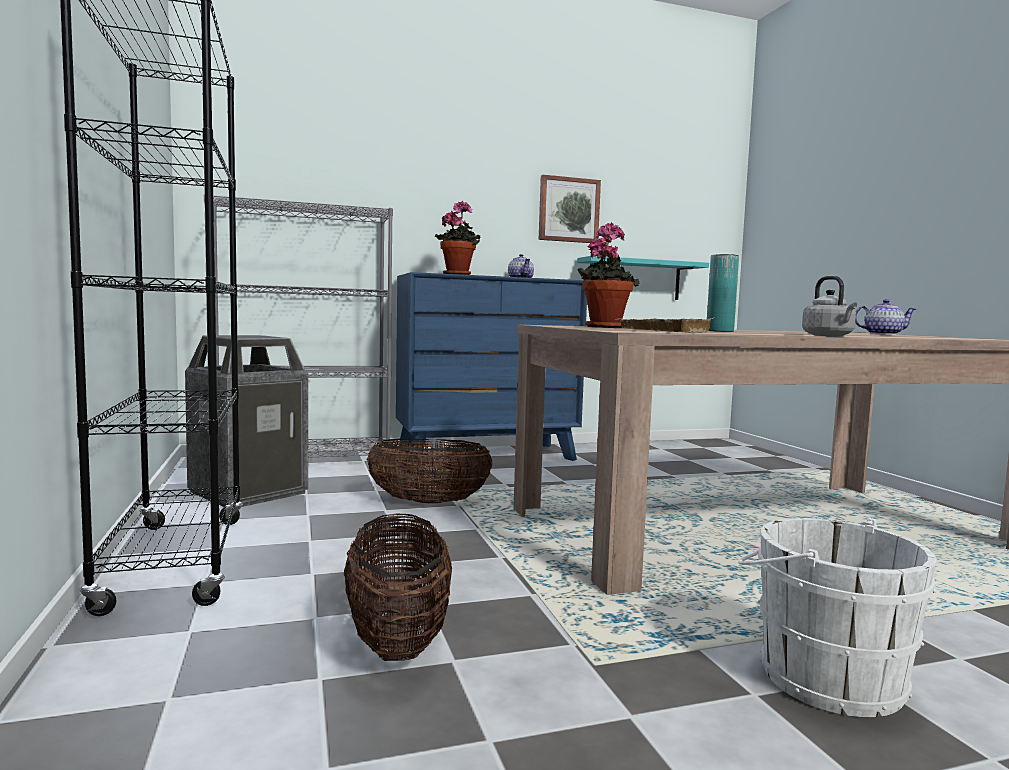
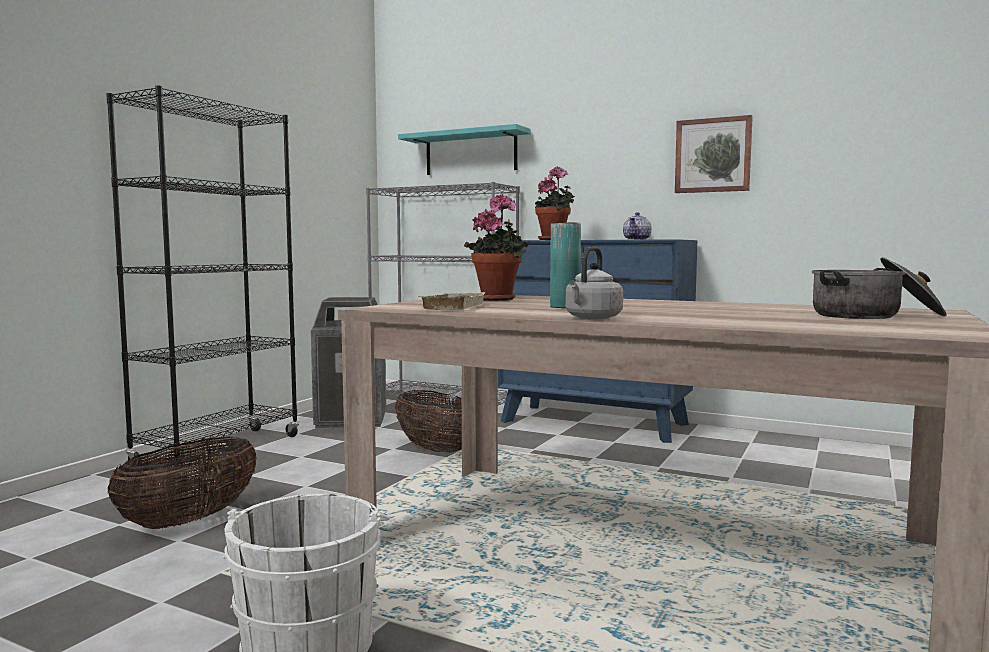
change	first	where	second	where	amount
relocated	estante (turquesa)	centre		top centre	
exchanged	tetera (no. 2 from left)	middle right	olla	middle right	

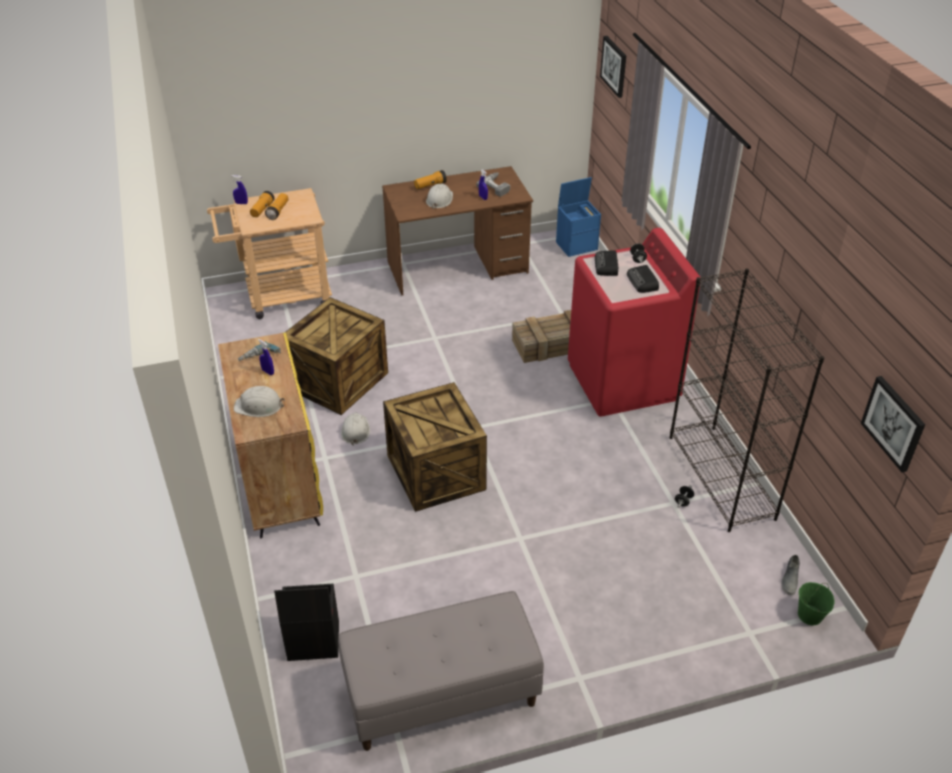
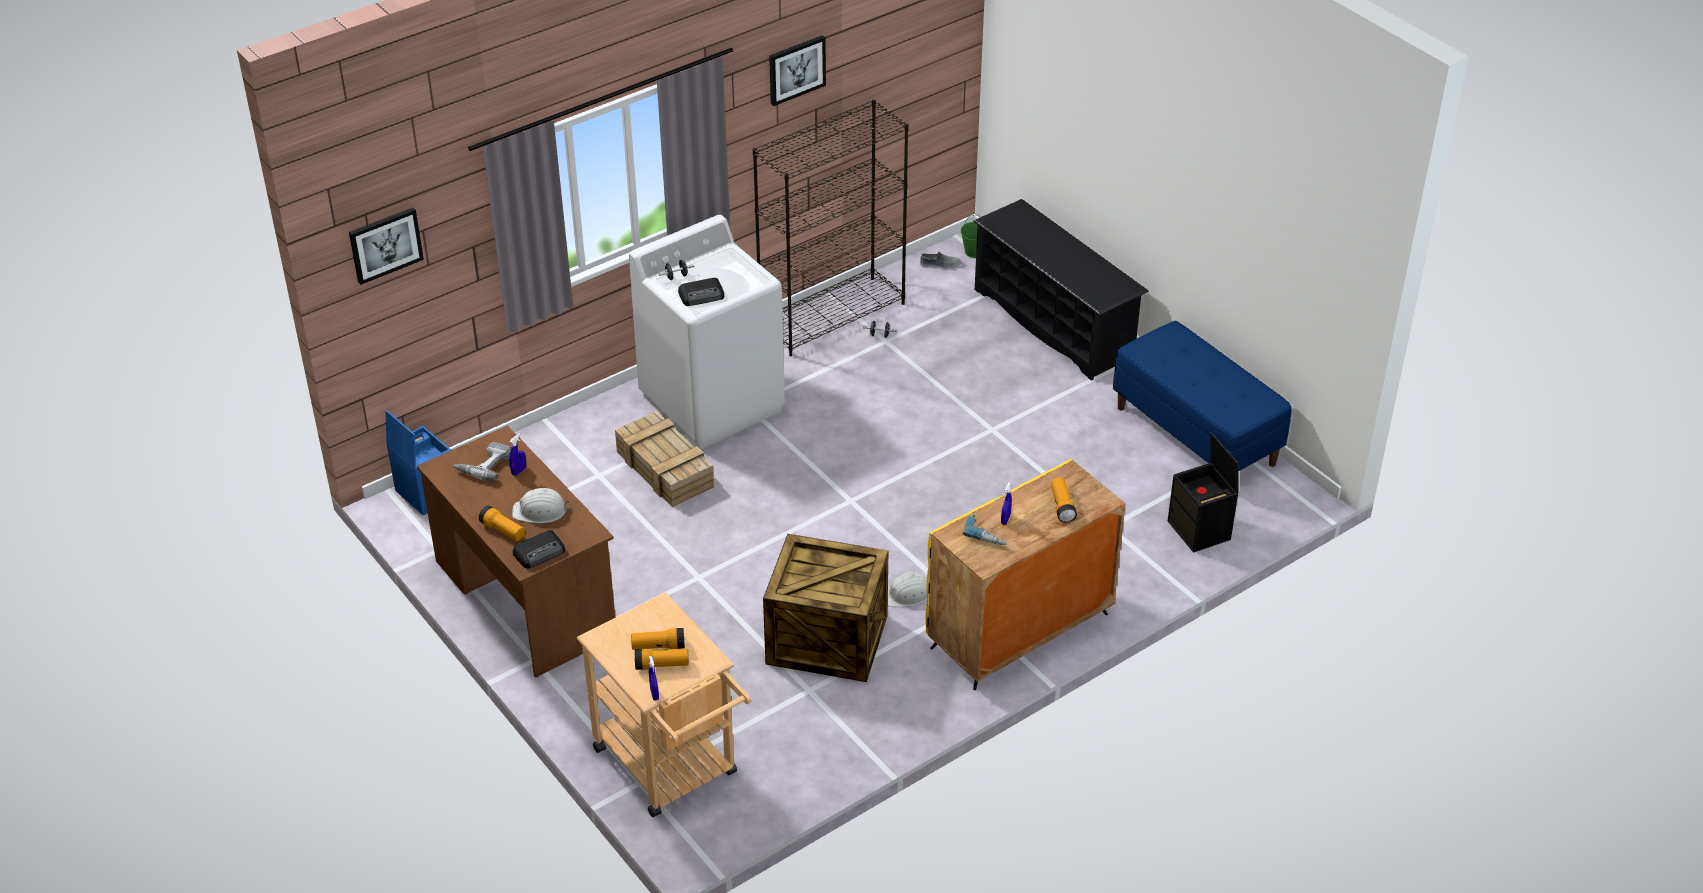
change	first	where	second	where	amount
missing	caja de embalaje (no. 2 from left)	centre			
appeared			zapatero (negro)	top centre	
relocated	radio (no. 2 from left in the first image)	middle right	radio (no. 1 from left)	middle left	
relocated	cuadro (no. 2 from left)	middle right		top centre	
exchanged	casco (blanco) (no. 1 from left)	middle left	linterna (no. 4 from left)	centre	
colour	banco (gris)	bottom centre	banco (azul)	middle right	
colour	lavadora (rojo)	centre	lavadora (blanco)	centre	

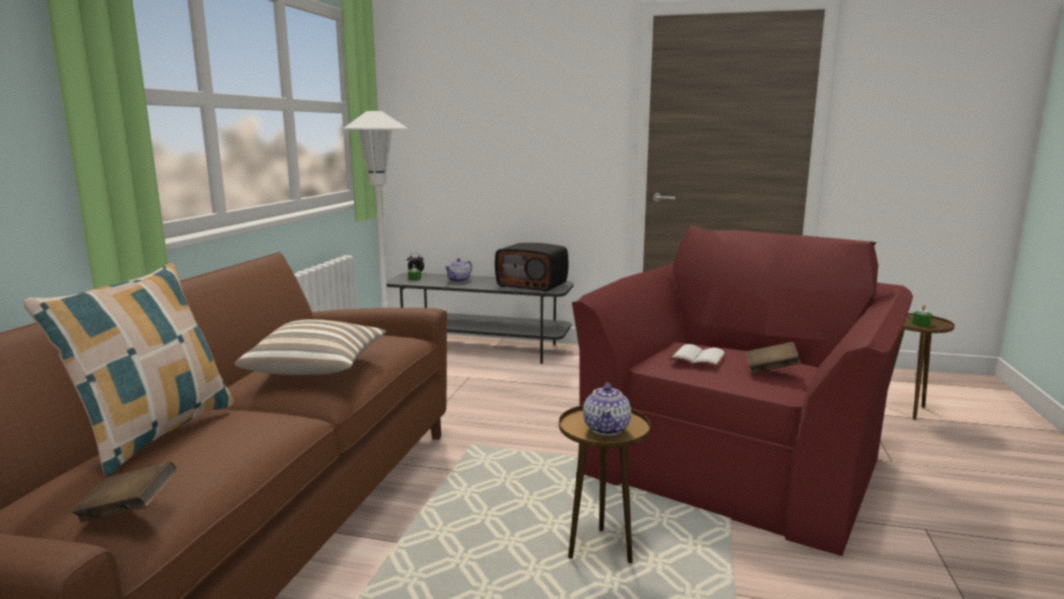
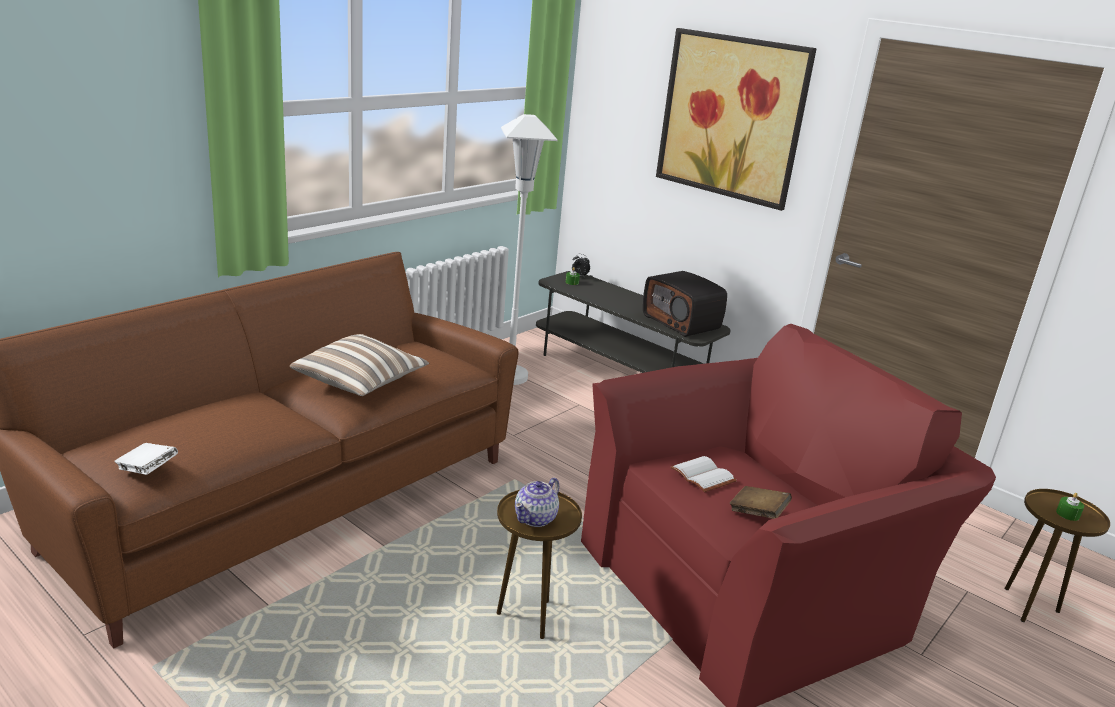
change	first	where	second	where	amount
missing	cojín (no. 1 from left)	middle left			
missing	tetera (no. 1 from left)	centre			
appeared			cuadro	top centre	
colour	libro (marrón) (no. 1 from left)	bottom left	libro (blanco) (no. 1 from left)	middle left	

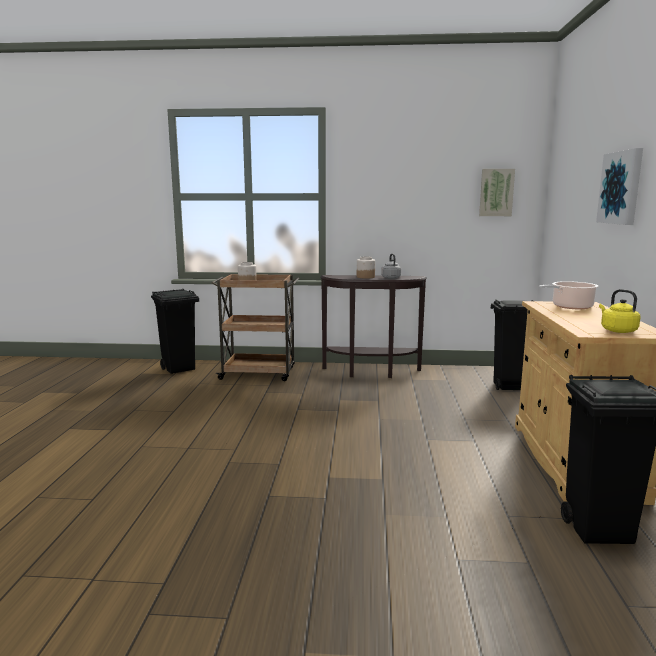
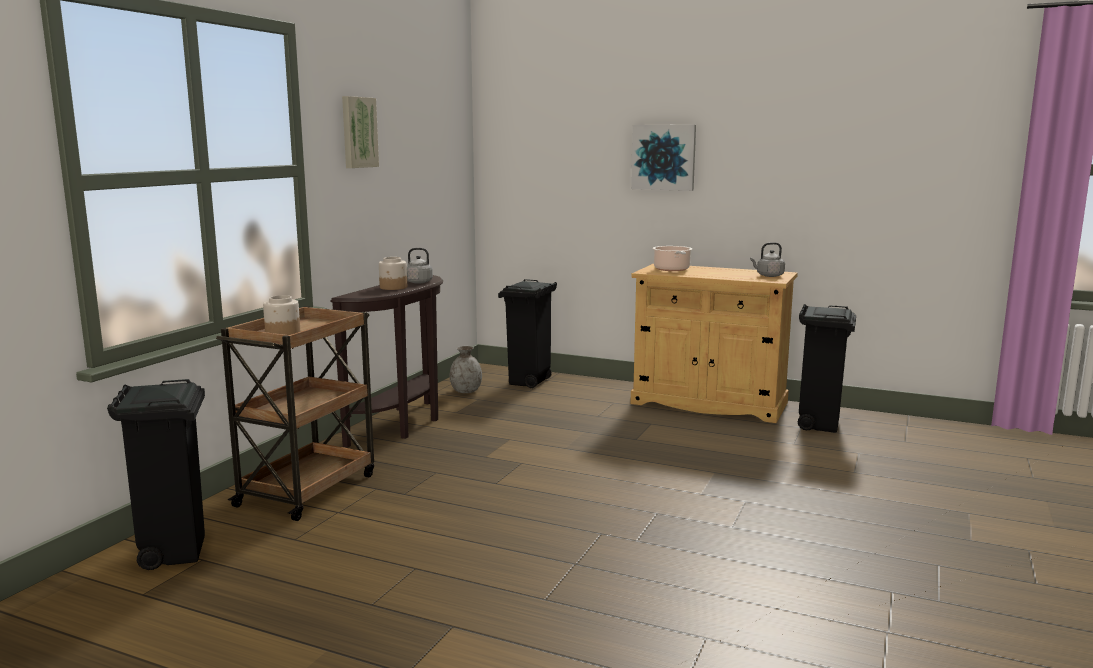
change	first	where	second	where	amount
appeared			florero (gris)	centre	
relocated	cuadro (no. 1 from left)	top right		top left	
colour	hervidor (amarillo)	middle right	hervidor (gris) (no. 2 from left)	middle right	

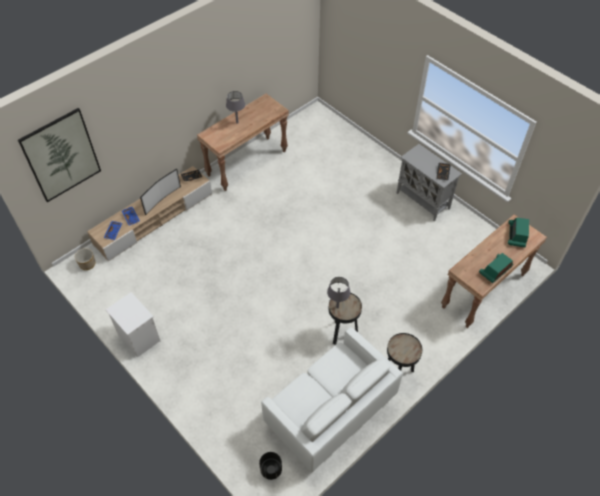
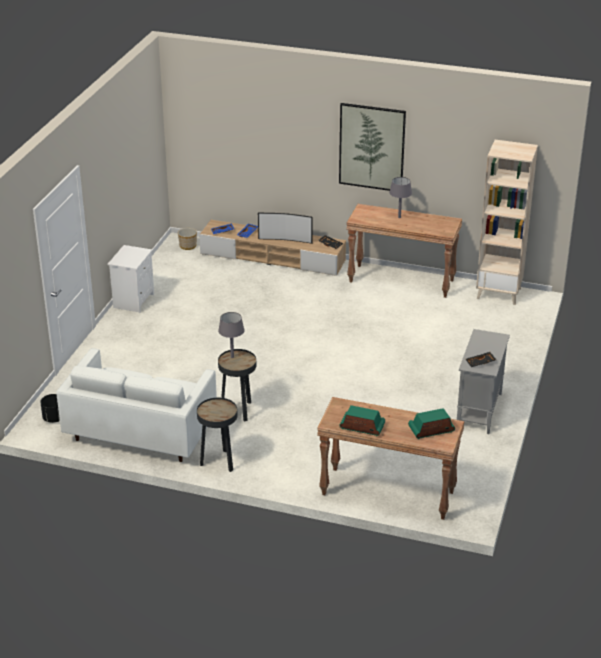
change	first	where	second	where	amount
appeared			estantería (beis)	middle right	
relocated	cuadro	top left		top centre	

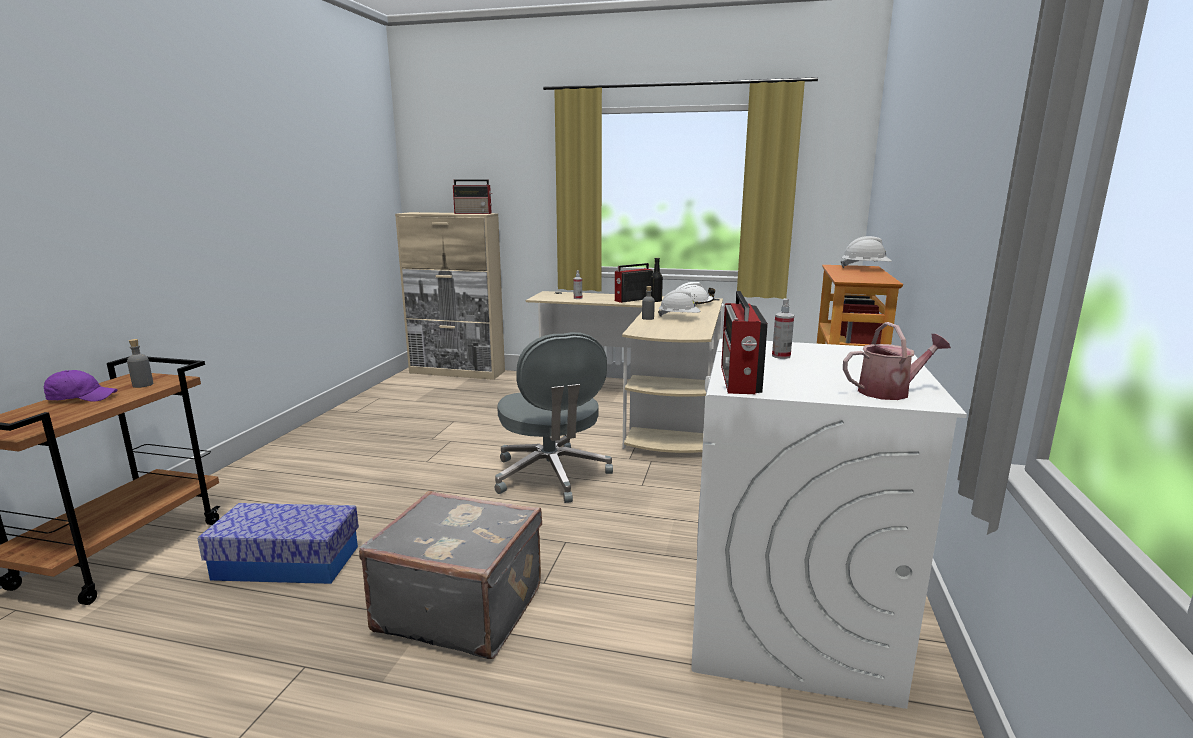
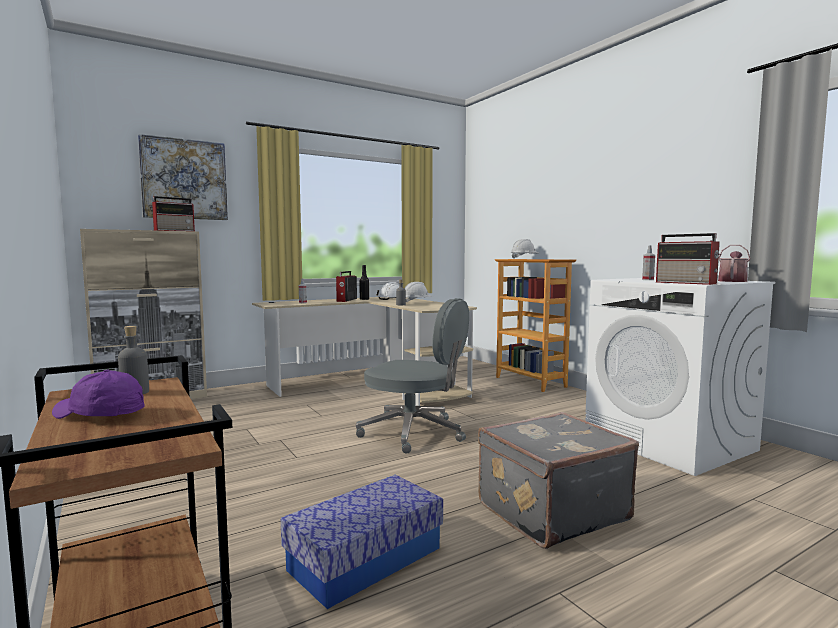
change	first	where	second	where	amount
appeared			cuadro	top left	
spun	gorra (morado)	middle left		middle left	105 degrees counterclockwise

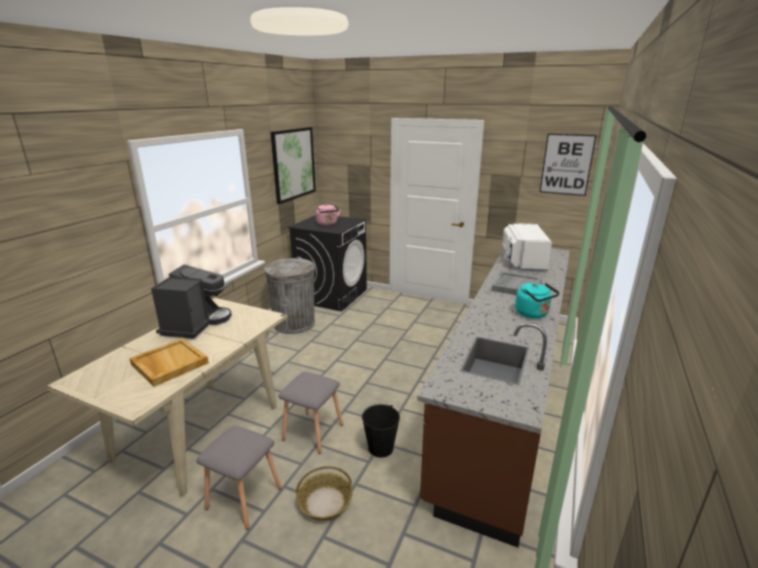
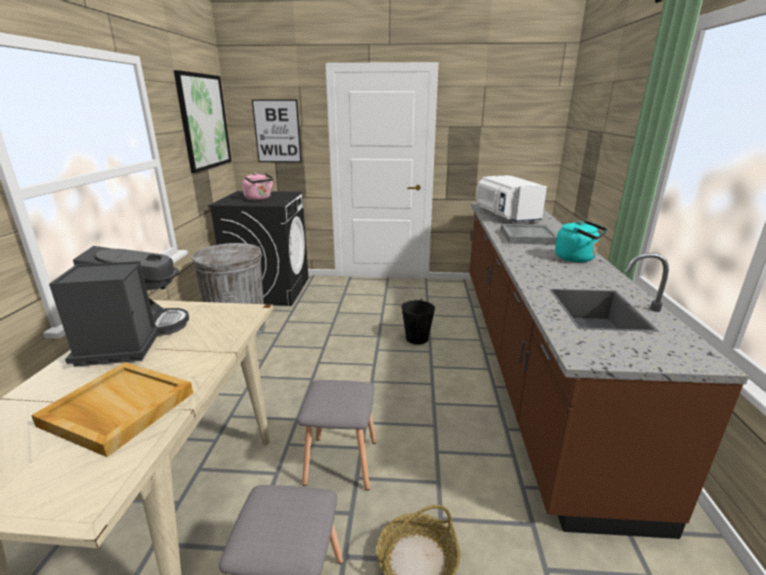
change	first	where	second	where	amount
relocated	cubo (negro)	bottom centre		centre	
relocated	cuadro (no. 2 from left)	top right		top centre	

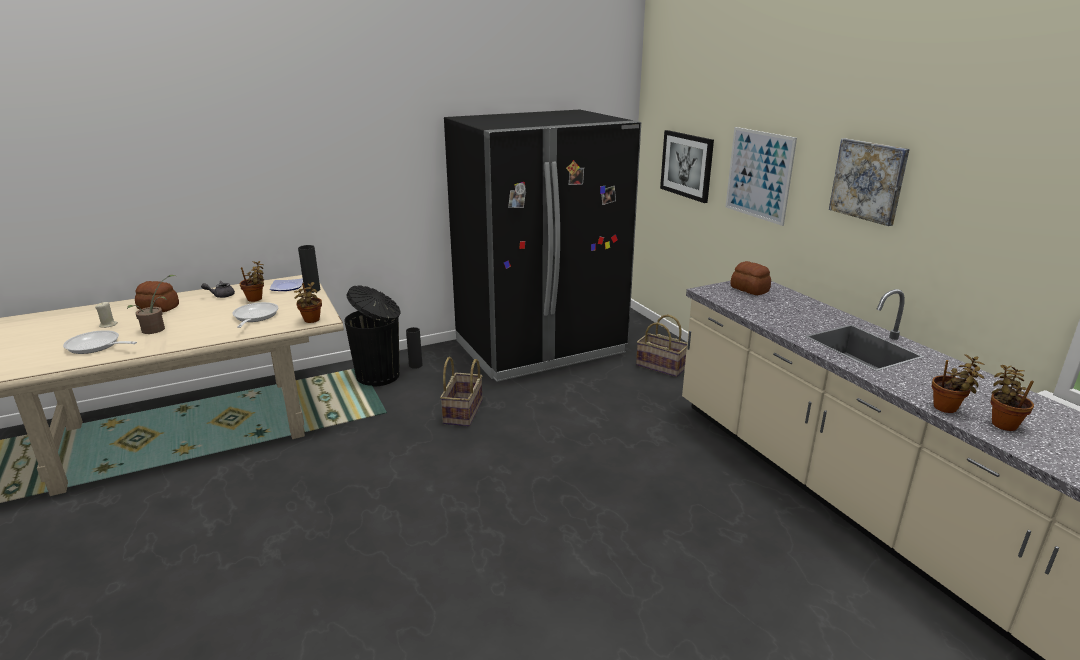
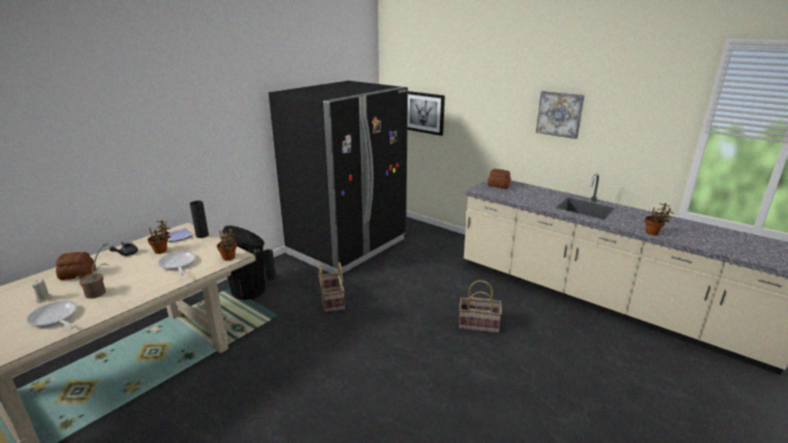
change	first	where	second	where	amount
missing	cuadro (no. 2 from left)	top right			
missing	planta en maceta (no. 5 from left)	middle right			
relocated	cesta (no. 2 from left)	centre		bottom centre	
spun	sartén (no. 1 from left)	middle left		bottom left	45 degrees clockwise

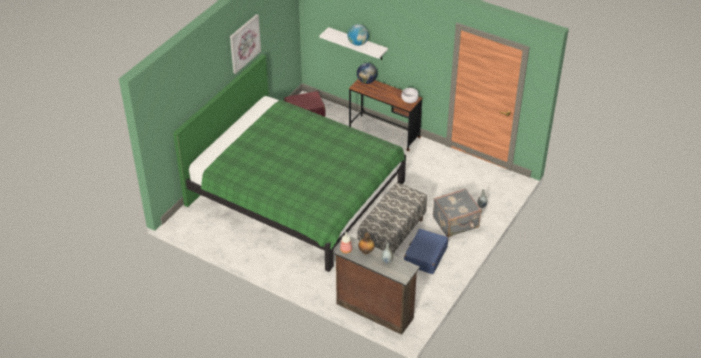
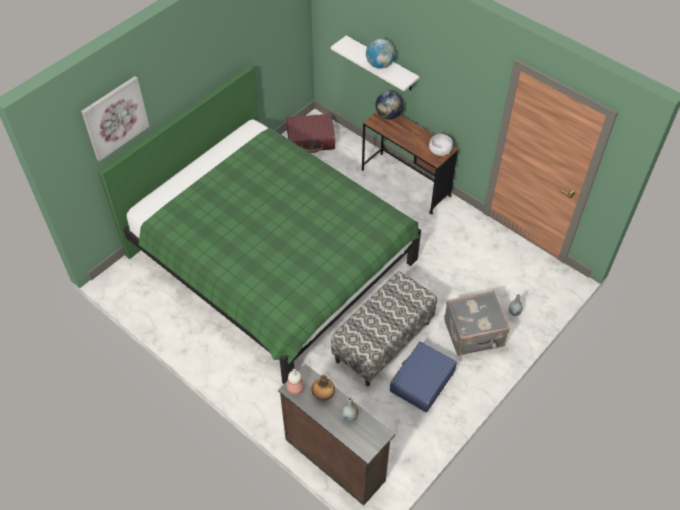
change	first	where	second	where	amount
relocated	cuadro	top centre		top left	

